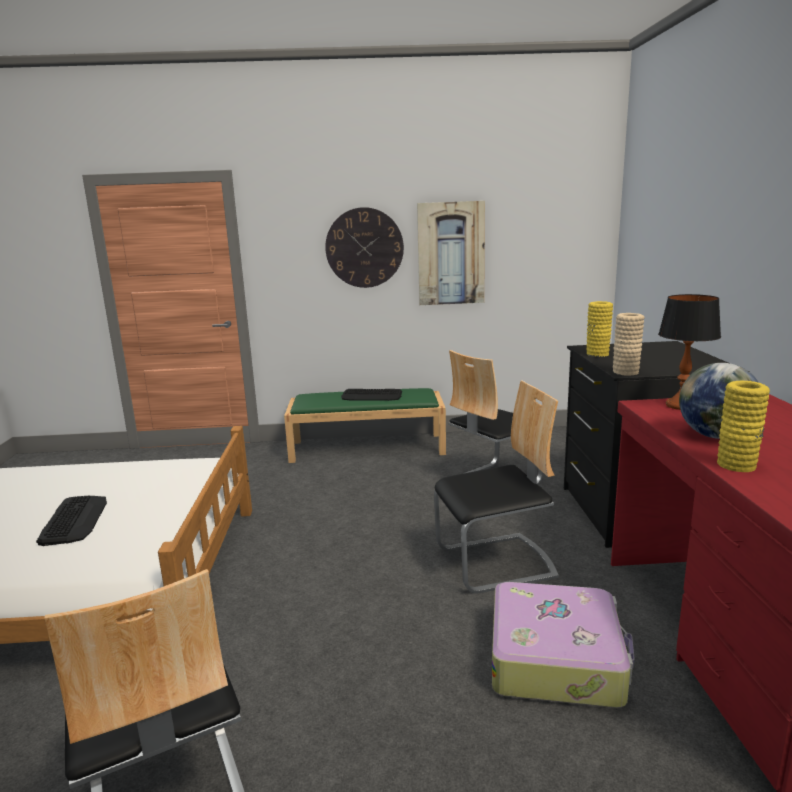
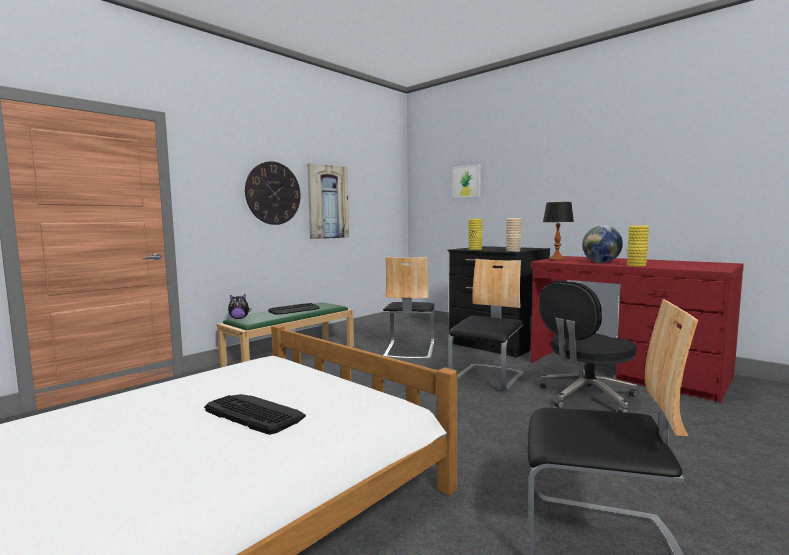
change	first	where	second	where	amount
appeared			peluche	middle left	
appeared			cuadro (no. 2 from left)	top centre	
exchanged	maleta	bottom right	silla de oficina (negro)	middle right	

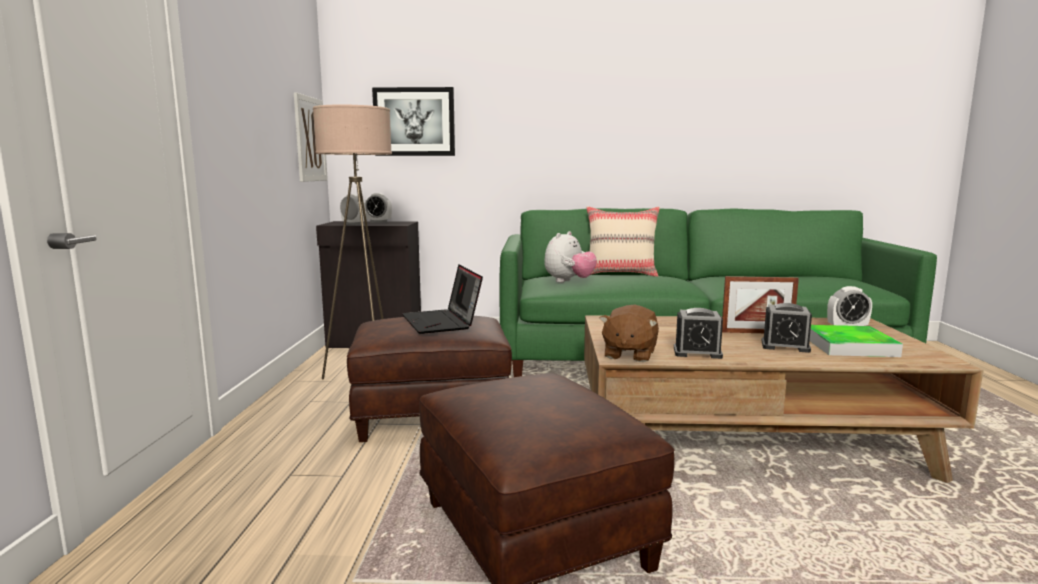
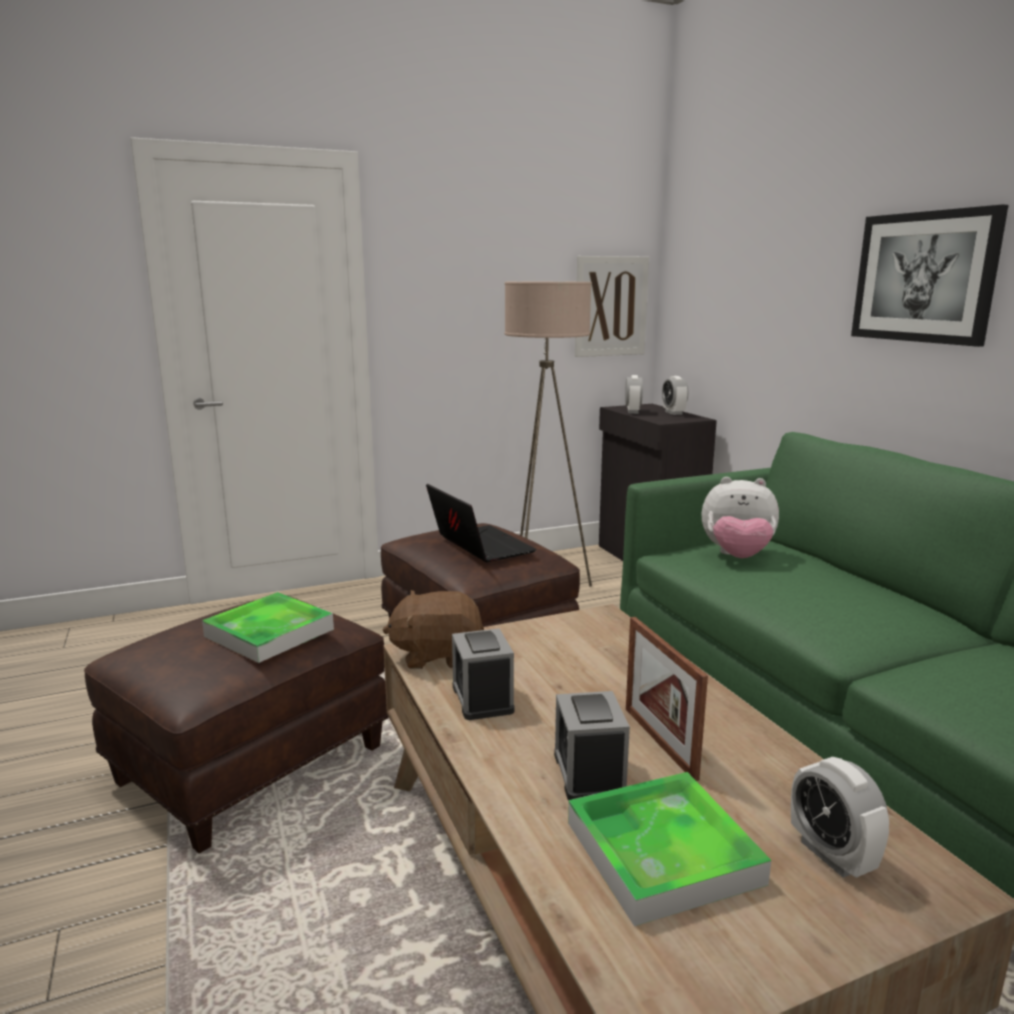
change	first	where	second	where	amount
missing	cojín (beis)	centre			
appeared			bandeja (no. 1 from left)	middle left	
relocated	cuadro (no. 2 from left)	top centre		top right	
spun	portátil	centre		centre	105 degrees clockwise

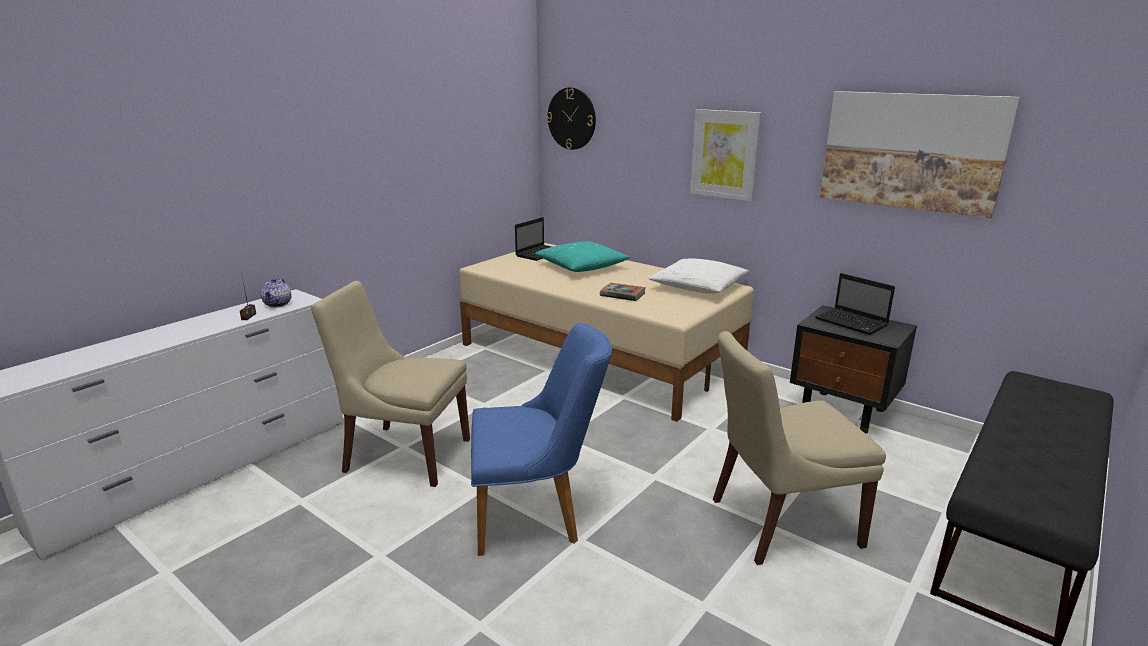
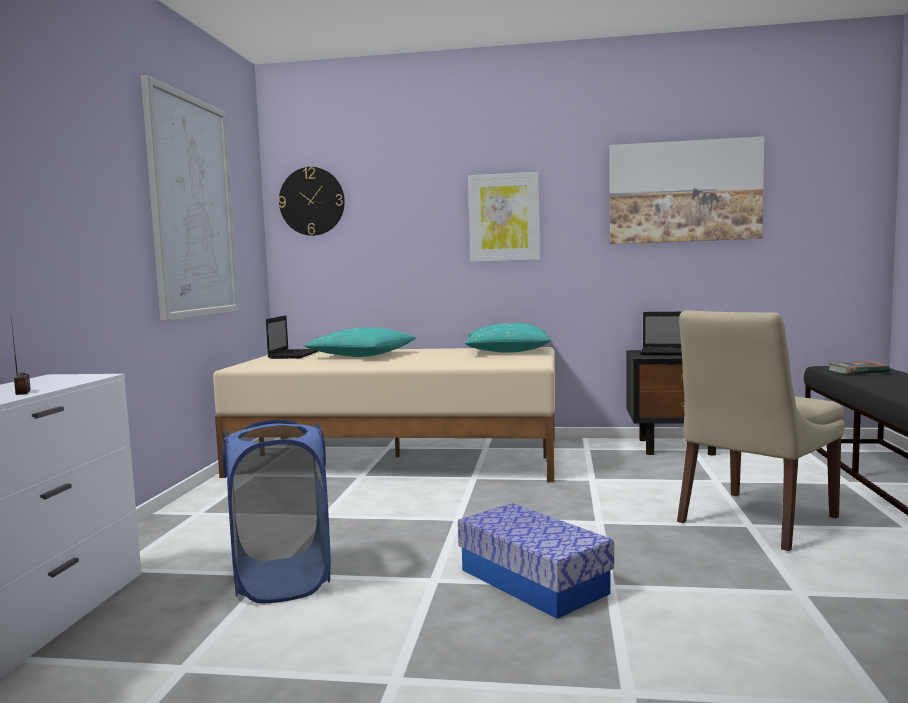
change	first	where	second	where	amount
missing	tetera	middle left			
appeared			cuadro (no. 1 from left)	top left	
relocated	libro	centre		middle right	
exchanged	silla (beis) (no. 1 from left)	centre	cesto de la ropa (azul)	bottom left	
exchanged	silla (azul)	bottom centre	caja de almacenaje	bottom centre	
colour	cojín (blanco)	centre	cojín (turquesa) (no. 2 from left)	centre	

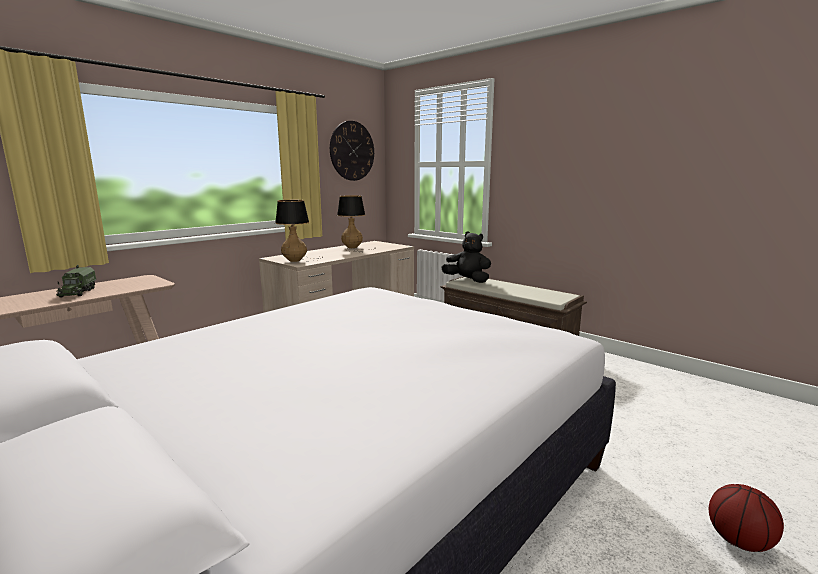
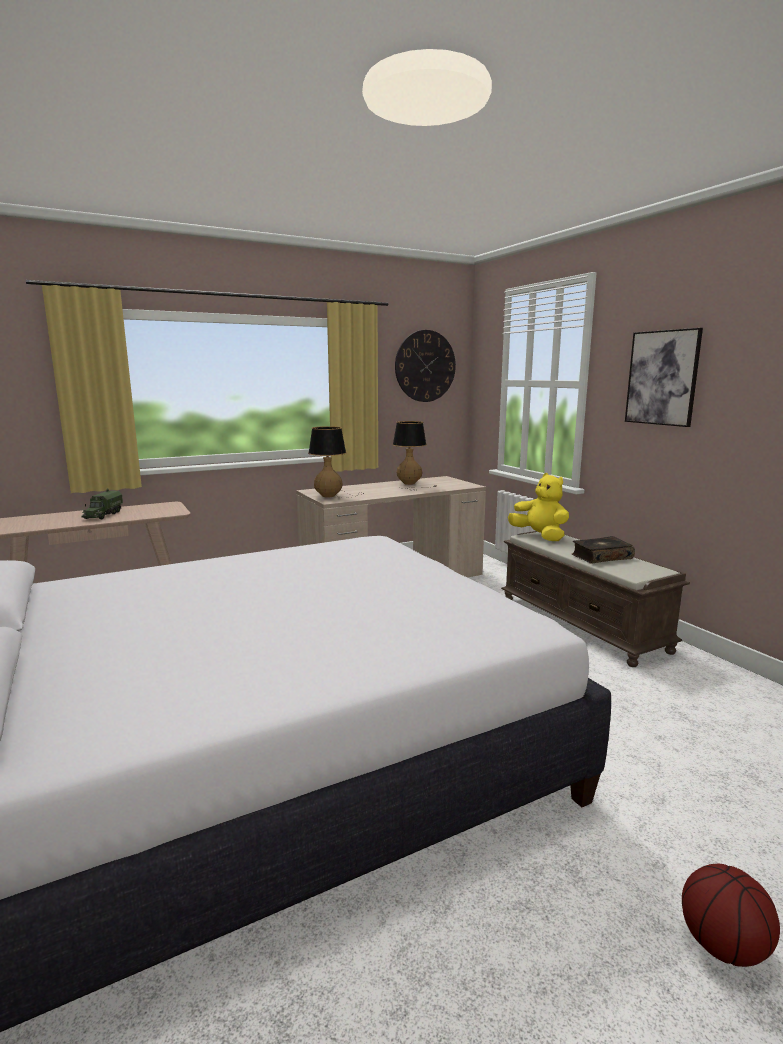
change	first	where	second	where	amount
appeared			libro	middle right	
appeared			cuadro	middle right	
colour	peluche (negro)	centre	peluche (amarillo)	middle right	

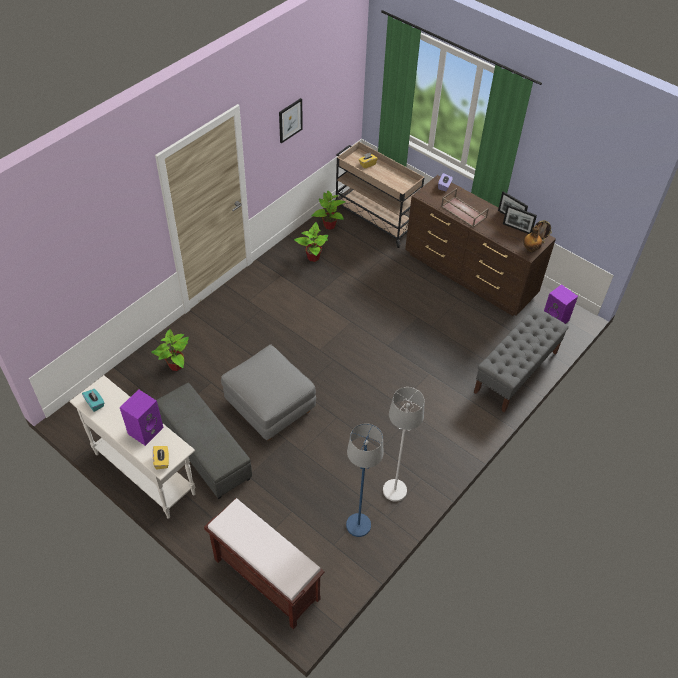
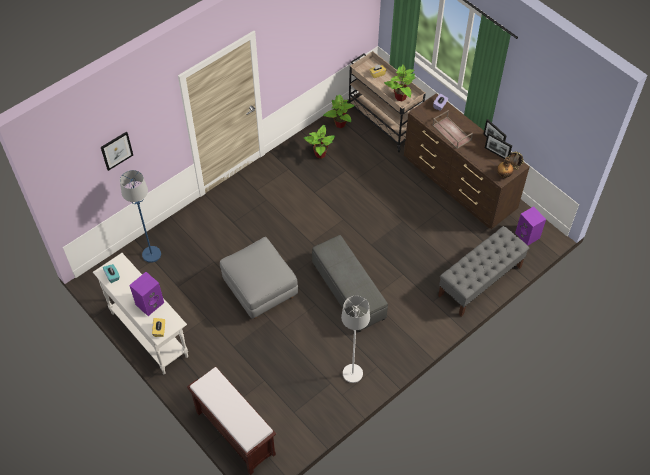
change	first	where	second	where	amount
relocated	planta en maceta (no. 1 from left in the first image)	middle left	planta en maceta (no. 3 from left)	top centre	
relocated	puf (gris) (no. 1 from left in the first image)	middle left	puf (gris) (no. 2 from left)	centre	
relocated	cuadro	top centre		top left	
relocated	lámpara de pie (azul)	bottom centre		middle left	

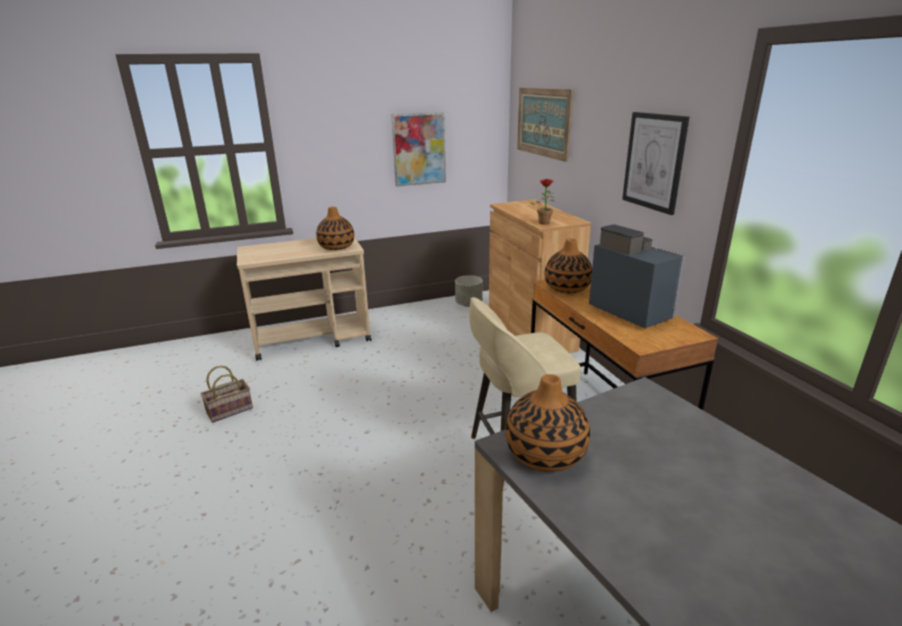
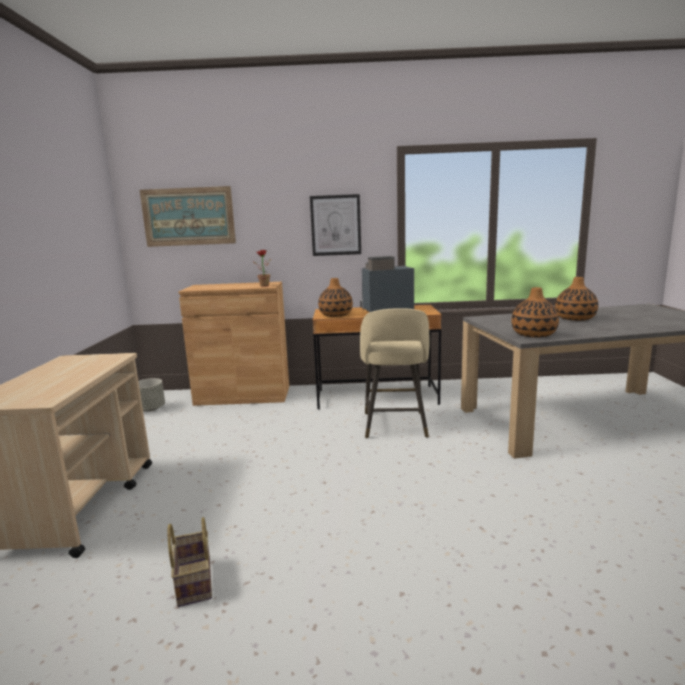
change	first	where	second	where	amount
missing	cuadro (no. 1 from left)	top centre			
relocated	florero (no. 1 from left in the first image)	centre	florero (no. 3 from left)	middle right	

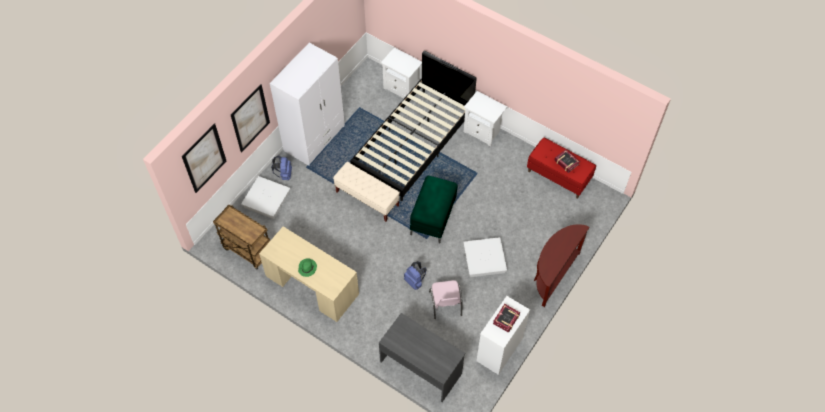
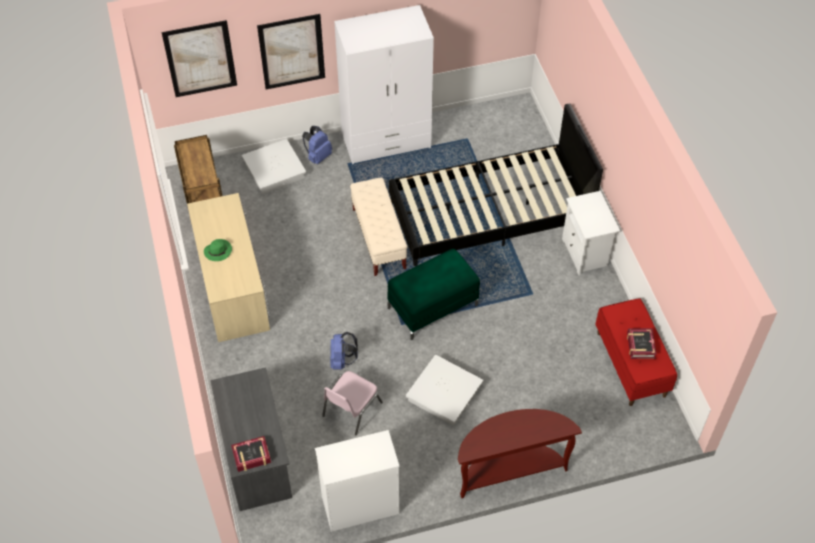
change	first	where	second	where	amount
missing	mesita de noche (blanco) (no. 1 from left)	top centre			
relocated	libro (no. 1 from left)	bottom centre		bottom left	

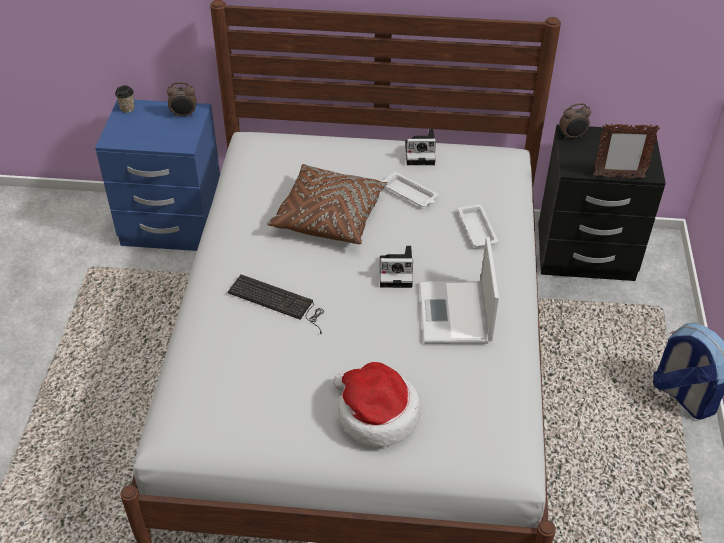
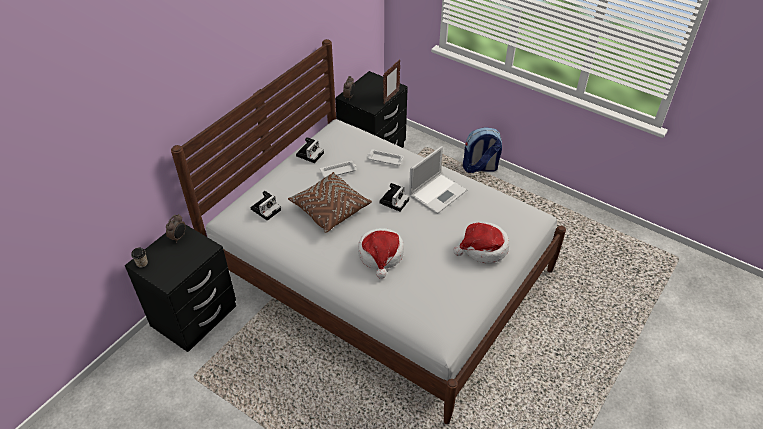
change	first	where	second	where	amount
appeared			cámara (no. 1 from left)	centre	
exchanged	teclado	centre	sombrero (no. 1 from left)	centre	
colour	mesita de noche (azul)	top left	mesita de noche (negro) (no. 1 from left)	bottom left	
spun	portátil	centre		centre	75 degrees counterclockwise

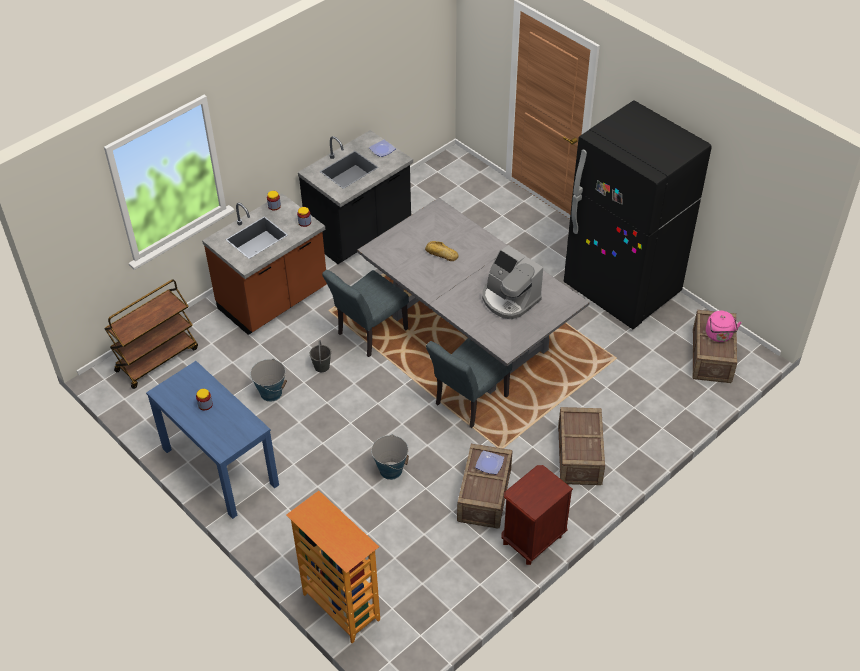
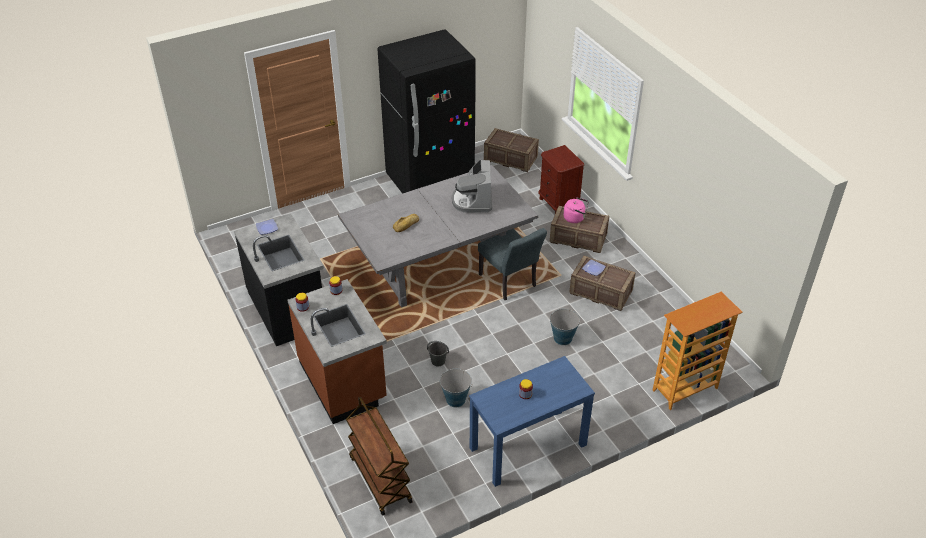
change	first	where	second	where	amount
missing	silla (gris) (no. 1 from left)	centre			
relocated	mesita de noche (marrón)	bottom centre		top centre	
relocated	hervidor (rosa)	middle right		centre	
spun	cafetera	centre		centre	120 degrees clockwise

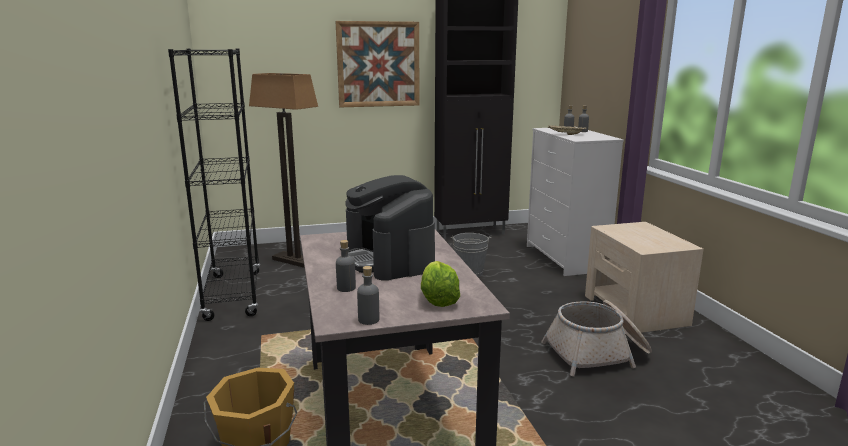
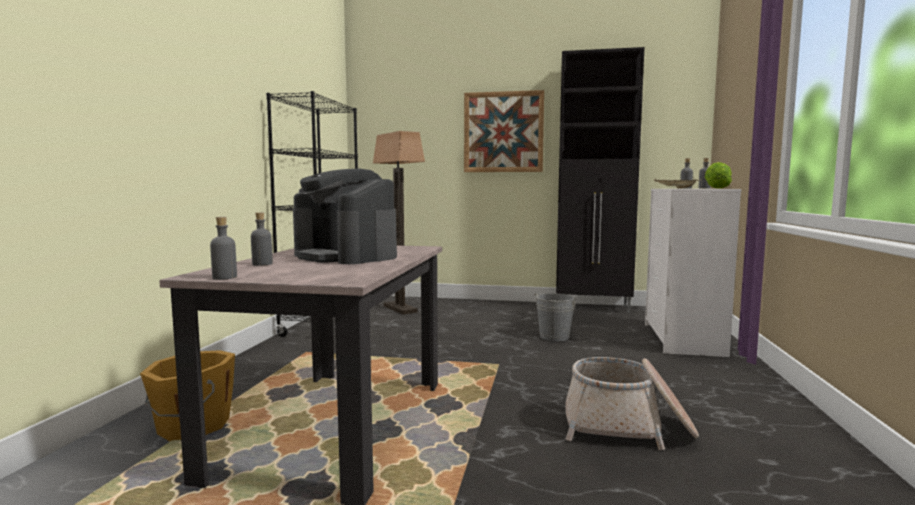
change	first	where	second	where	amount
missing	mesita de noche (beis)	middle right			
relocated	lechuga	centre		middle right	
spun	cafetera	centre		centre	45 degrees counterclockwise

